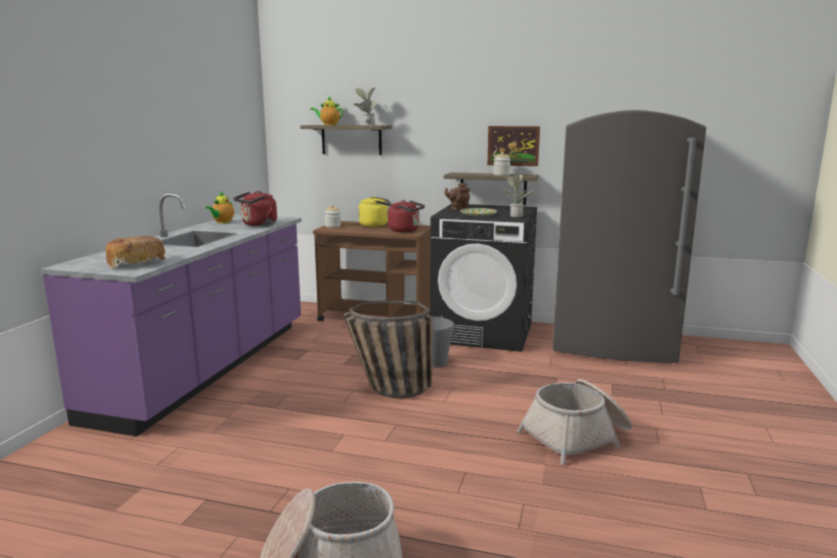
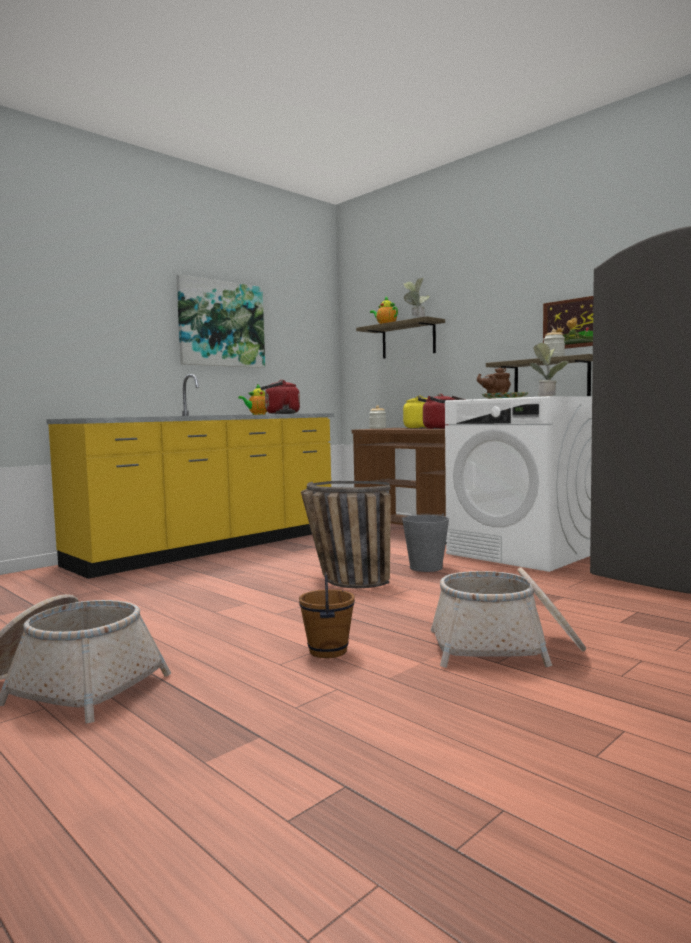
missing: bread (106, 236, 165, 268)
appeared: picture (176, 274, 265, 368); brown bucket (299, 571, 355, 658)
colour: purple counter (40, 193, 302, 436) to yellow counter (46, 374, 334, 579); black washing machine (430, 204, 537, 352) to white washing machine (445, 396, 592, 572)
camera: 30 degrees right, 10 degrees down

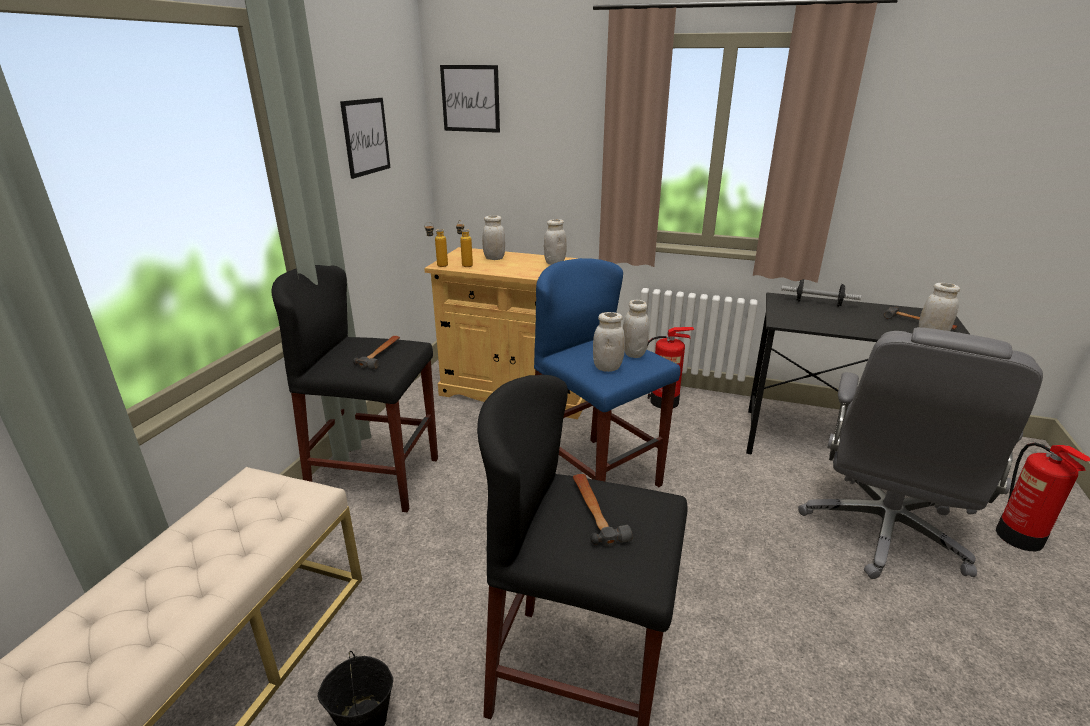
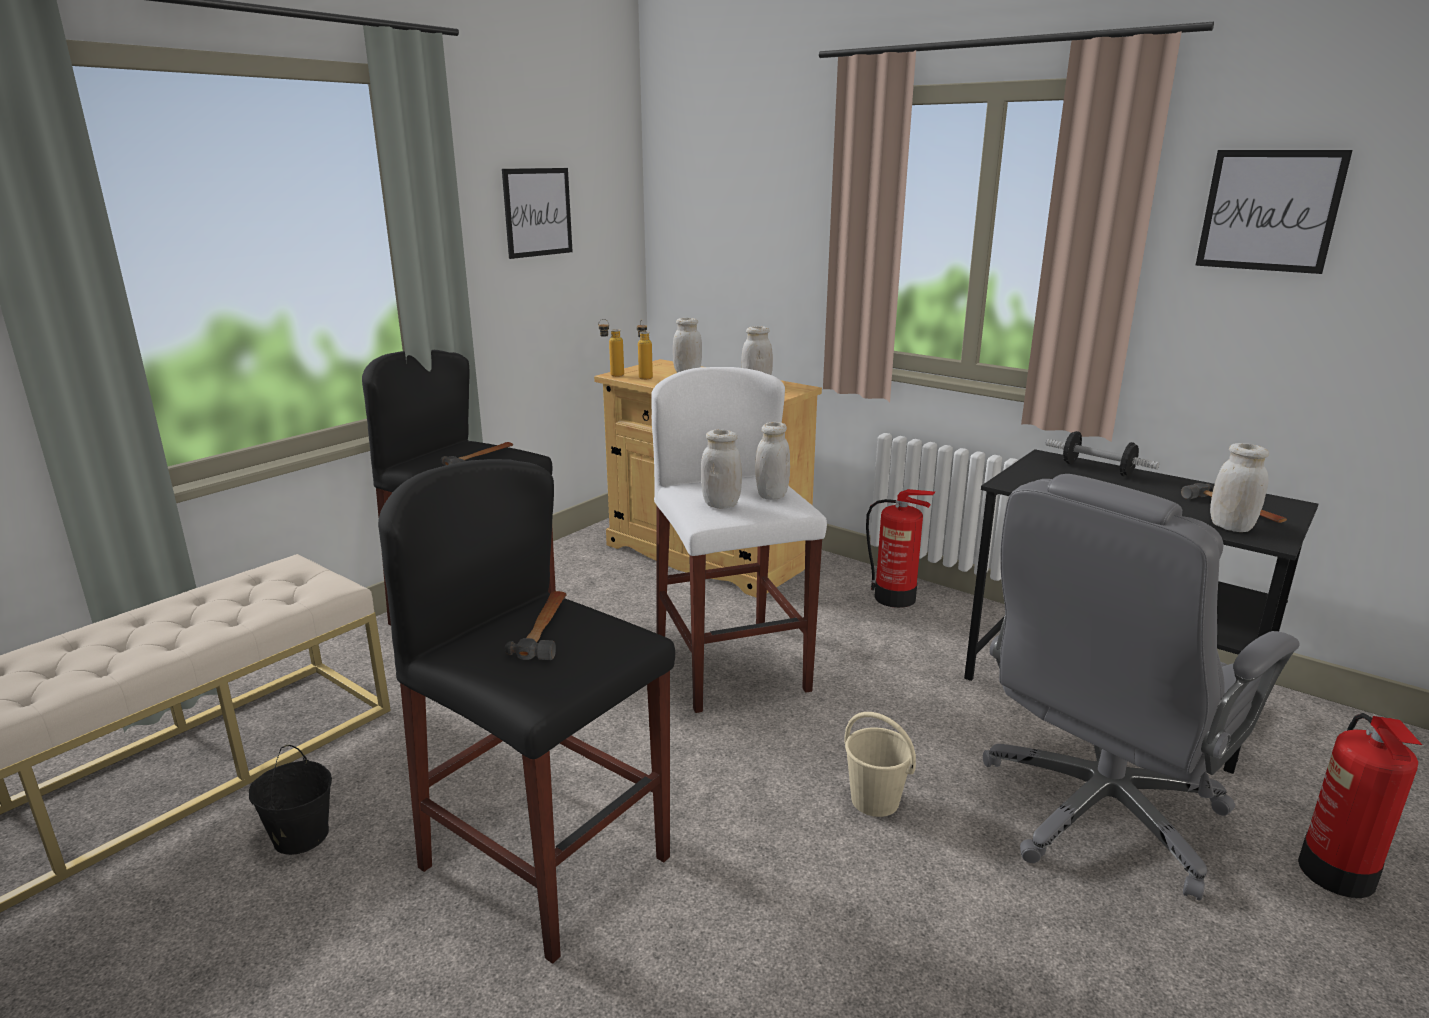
appeared: beige bucket (844, 712, 916, 817)
relocated: picture (440, 65, 500, 133) to (1195, 150, 1353, 274)
colour: blue stool (534, 258, 681, 487) to white stool (651, 367, 827, 713)
camera: 20 degrees right, 5 degrees down

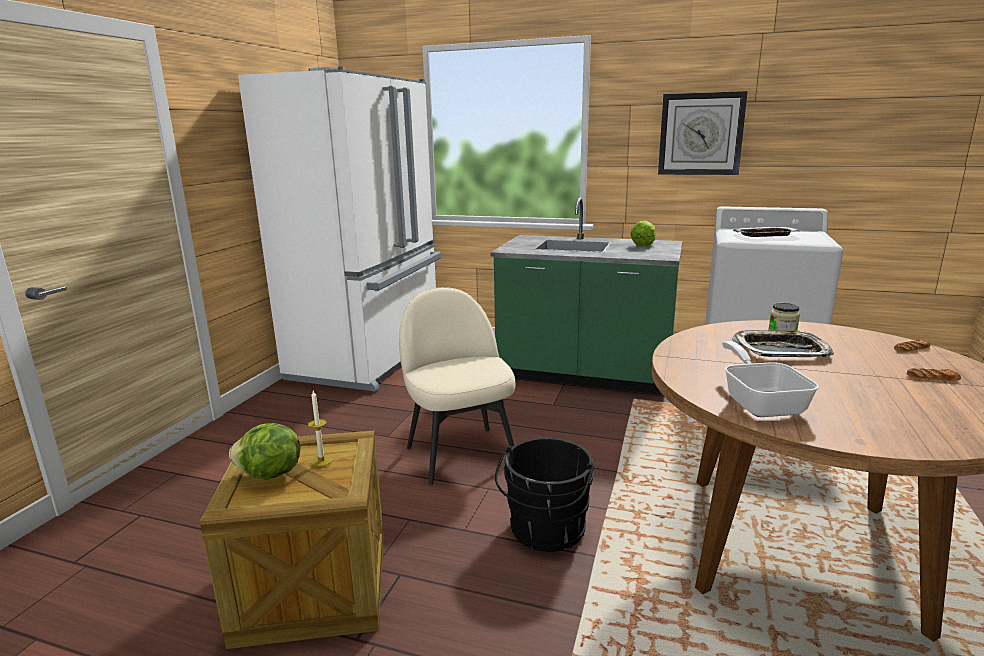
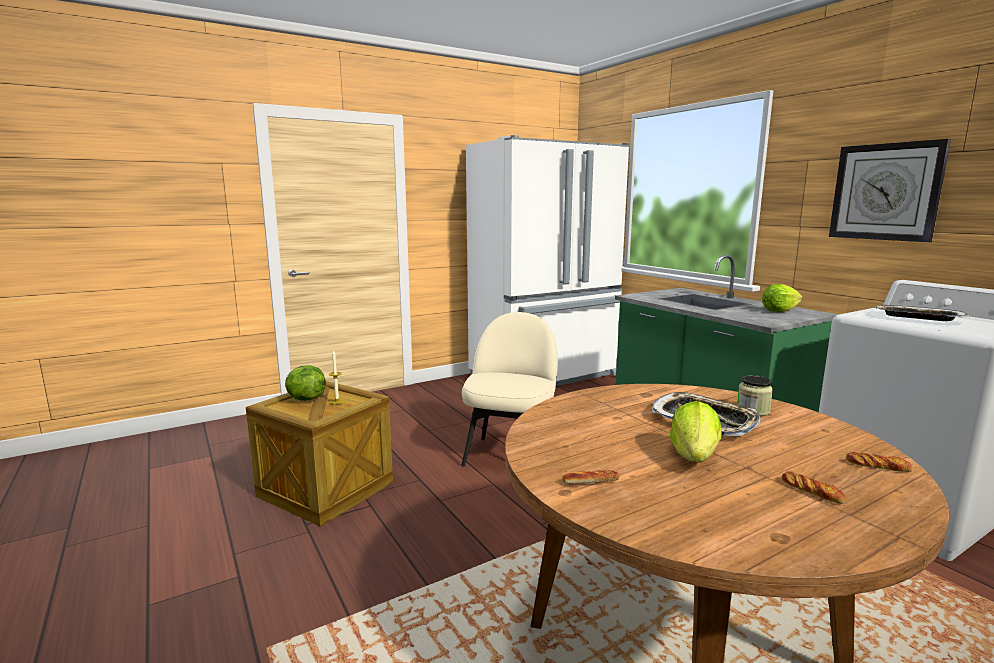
missing: frying pan (722, 341, 819, 417); black bucket (495, 437, 594, 552)
appeared: lettuce (670, 401, 722, 463); bread (562, 470, 619, 484)
camera: 40 degrees right, 5 degrees down

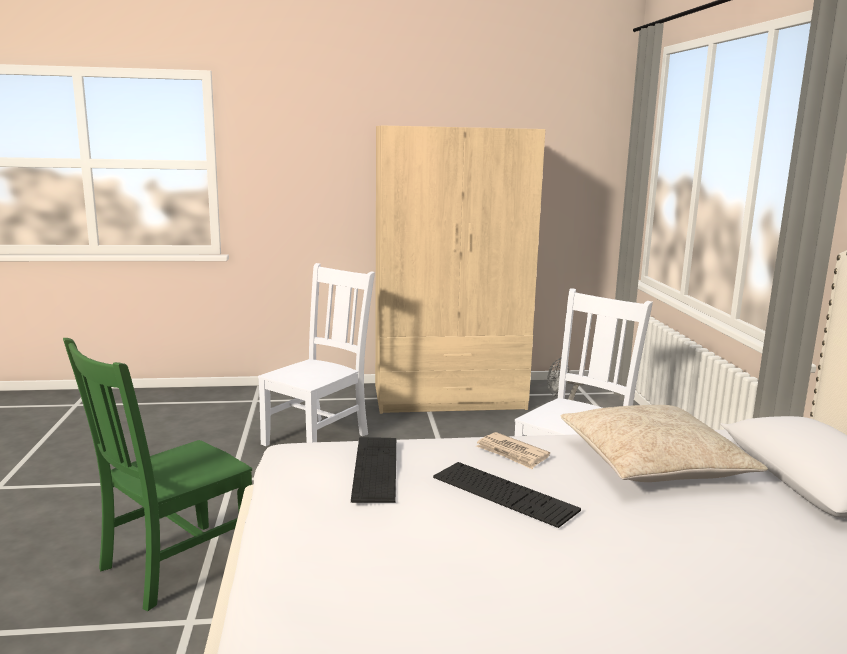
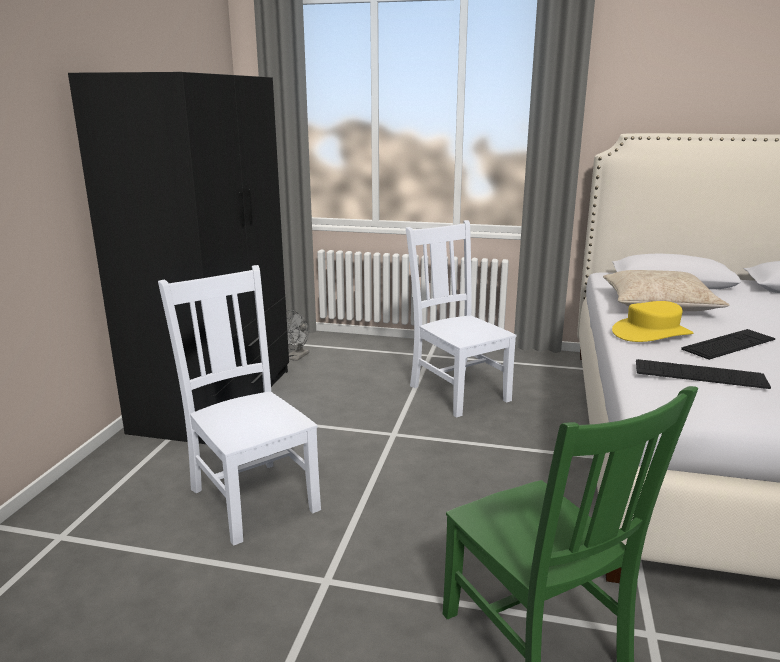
exchanged: newspaper (476, 432, 550, 469) to yellow hat (612, 301, 694, 342)
colour: beige wardrobe (375, 126, 545, 414) to black wardrobe (68, 72, 289, 444)
camera: 70 degrees left, 5 degrees up

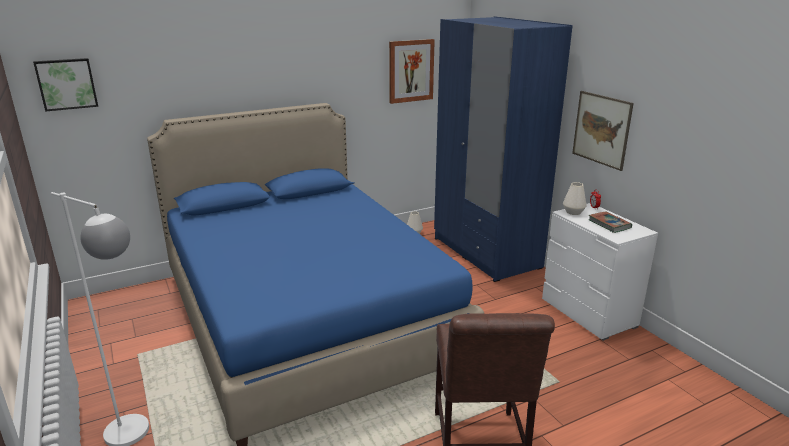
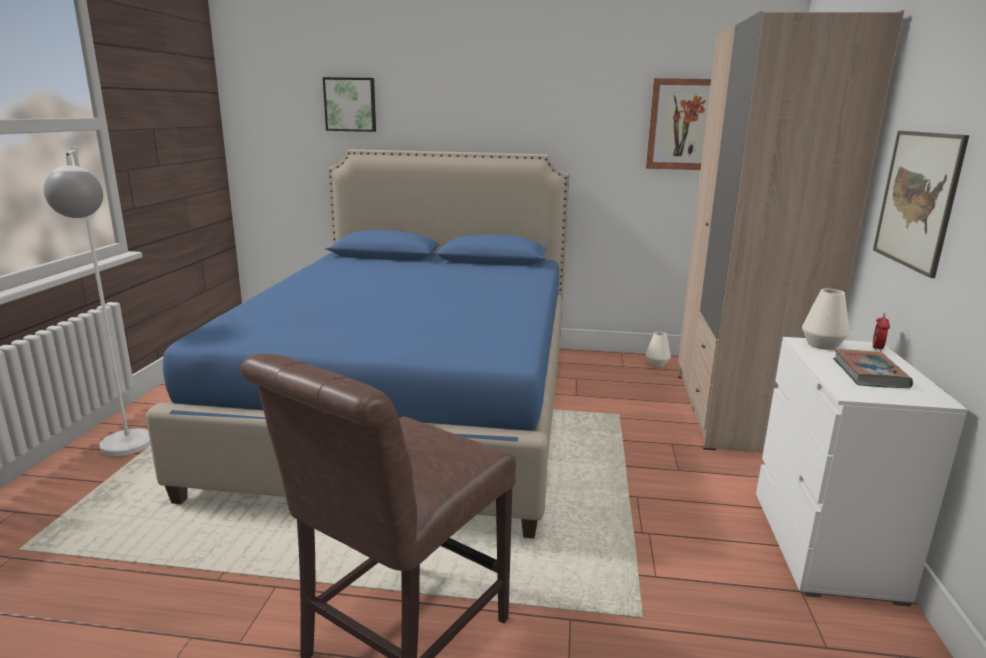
relocated: picture (33, 58, 98, 112) to (323, 77, 376, 132)
colour: blue wardrobe (434, 16, 573, 282) to beige wardrobe (678, 10, 904, 453)
camera: 35 degrees right, 5 degrees down

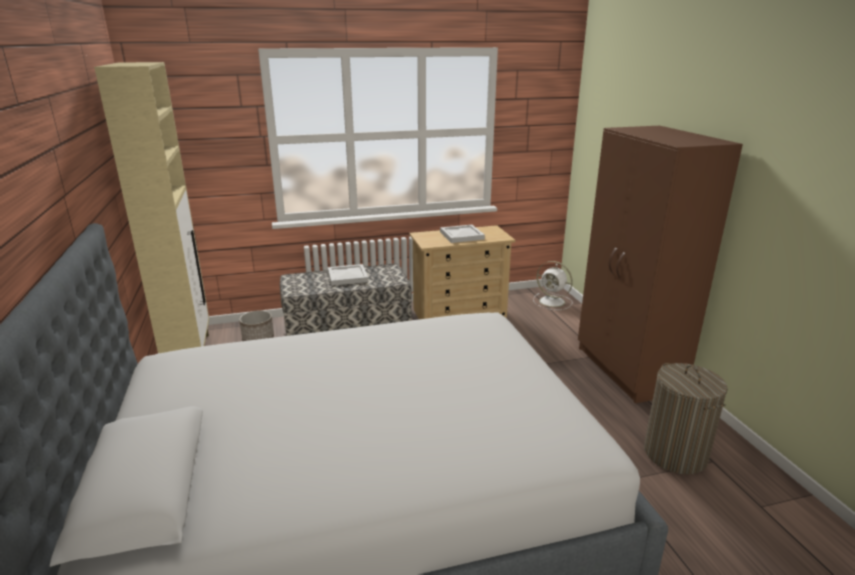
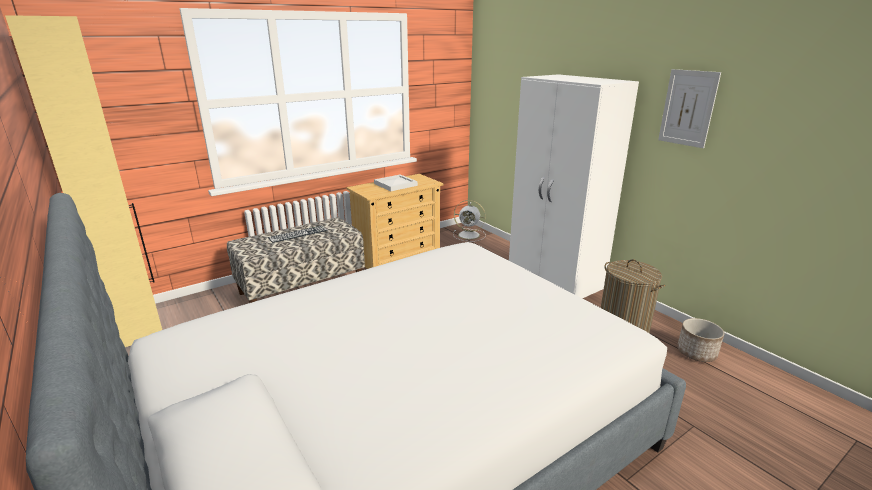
appeared: picture (658, 69, 721, 148)
relocated: planter (239, 310, 274, 341) to (677, 318, 724, 362)
exchanged: white tray (328, 264, 368, 286) to keyboard (268, 225, 328, 243)
colour: brown wardrobe (578, 126, 743, 403) to white wardrobe (509, 74, 639, 298)
camera: 20 degrees left, 0 degrees up

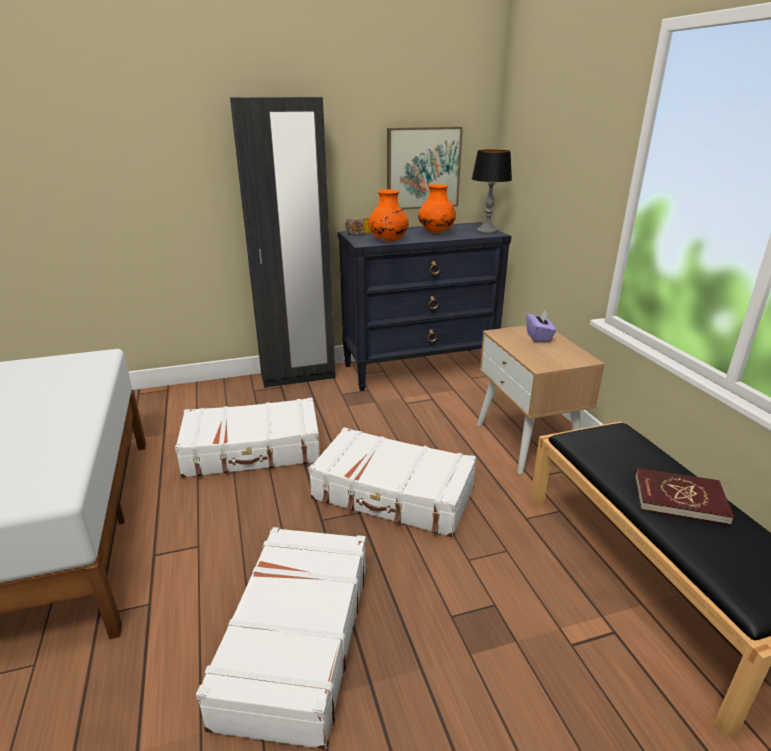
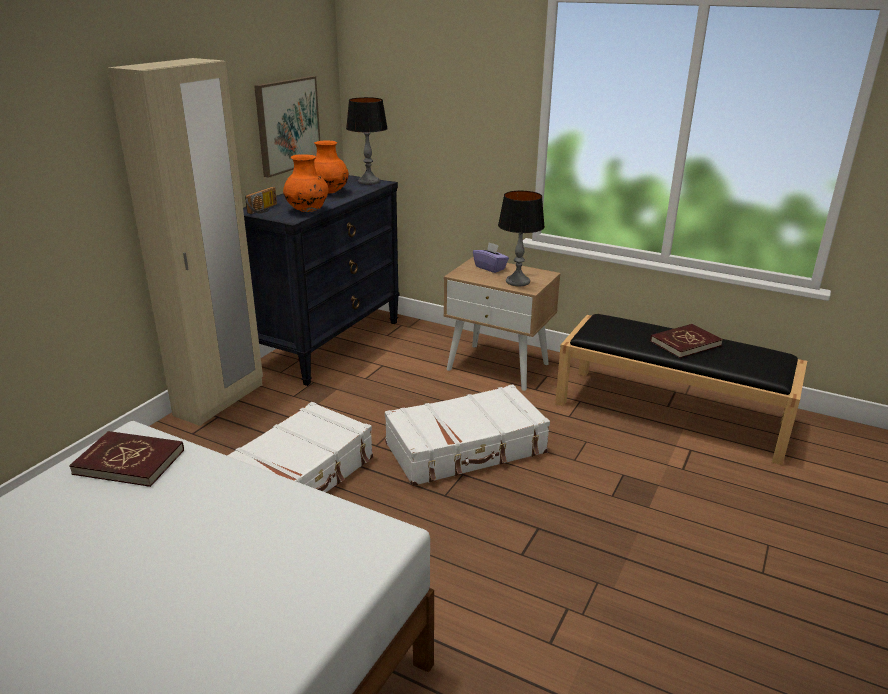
missing: white suitcase (196, 527, 366, 750)
appeared: table lamp (498, 191, 545, 286); red book (69, 431, 184, 487)
colour: black wardrobe (230, 97, 336, 388) to beige wardrobe (107, 58, 263, 426)
camera: 45 degrees left, 0 degrees up

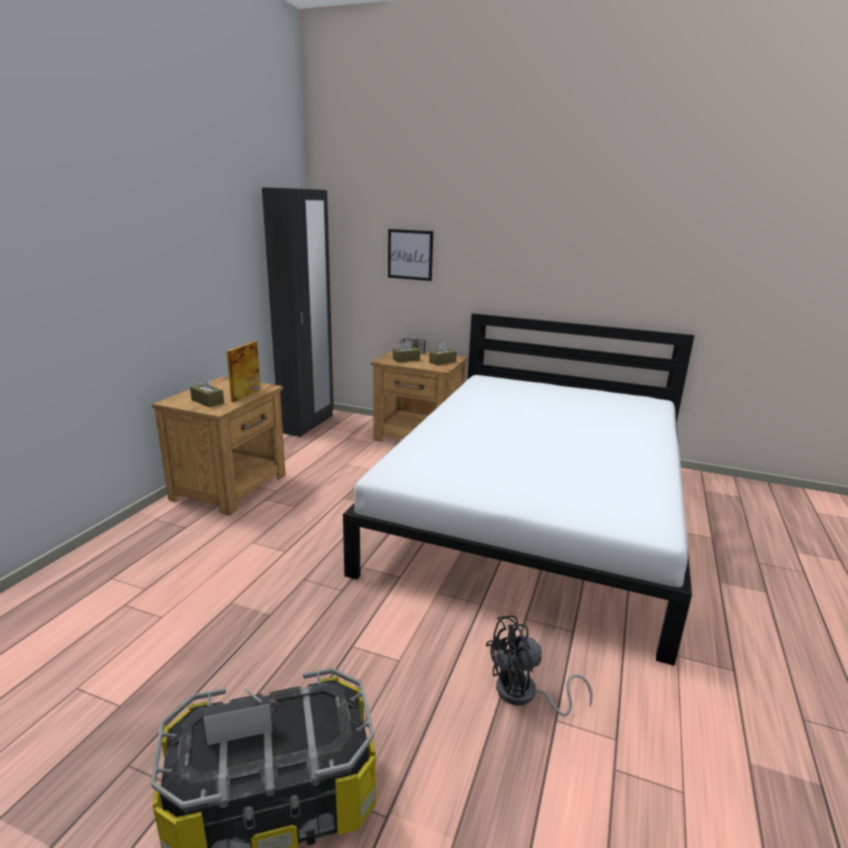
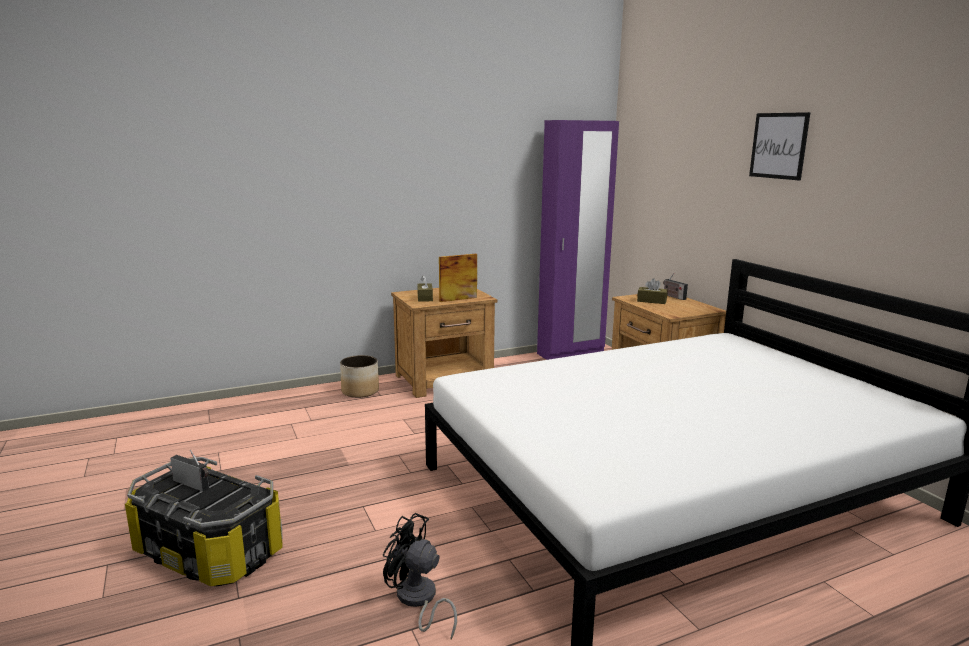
missing: brown tissue box (429, 342, 457, 365)
appeared: planter (340, 355, 379, 398)
relocated: picture (388, 229, 433, 281) to (749, 112, 810, 181)
colour: black wardrobe (262, 187, 334, 437) to purple wardrobe (537, 120, 619, 360)
camera: 45 degrees right, 5 degrees down

